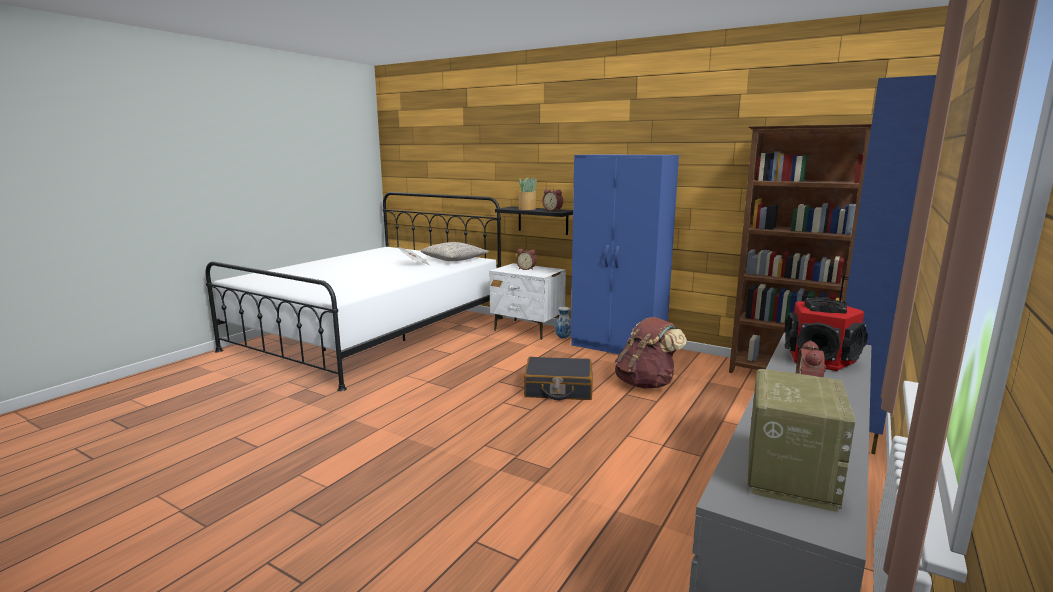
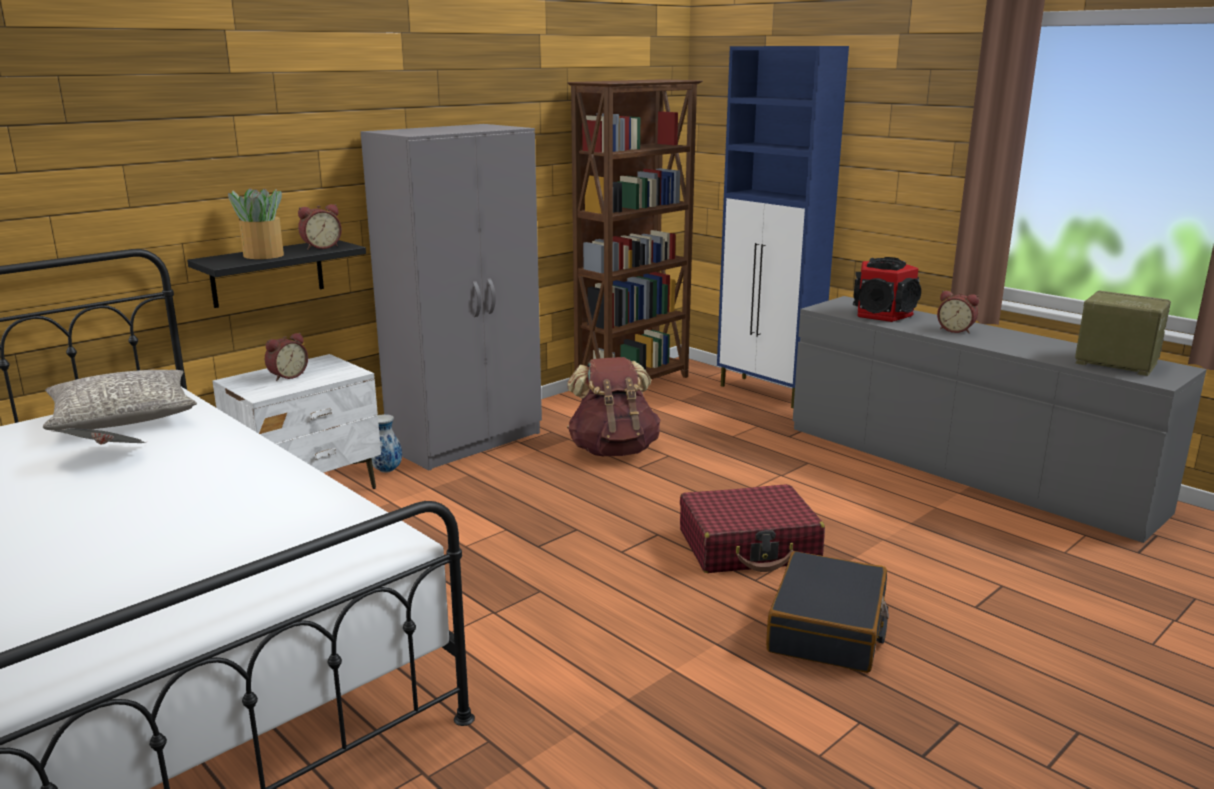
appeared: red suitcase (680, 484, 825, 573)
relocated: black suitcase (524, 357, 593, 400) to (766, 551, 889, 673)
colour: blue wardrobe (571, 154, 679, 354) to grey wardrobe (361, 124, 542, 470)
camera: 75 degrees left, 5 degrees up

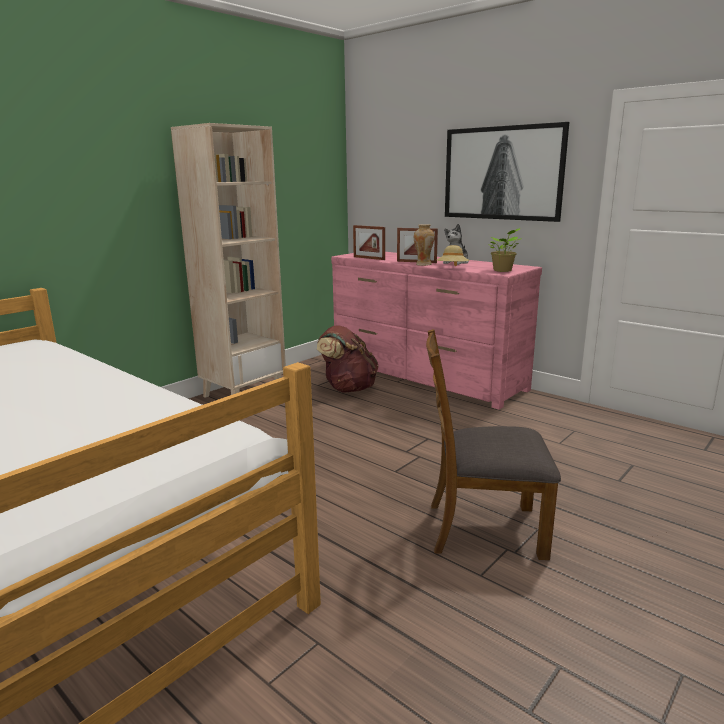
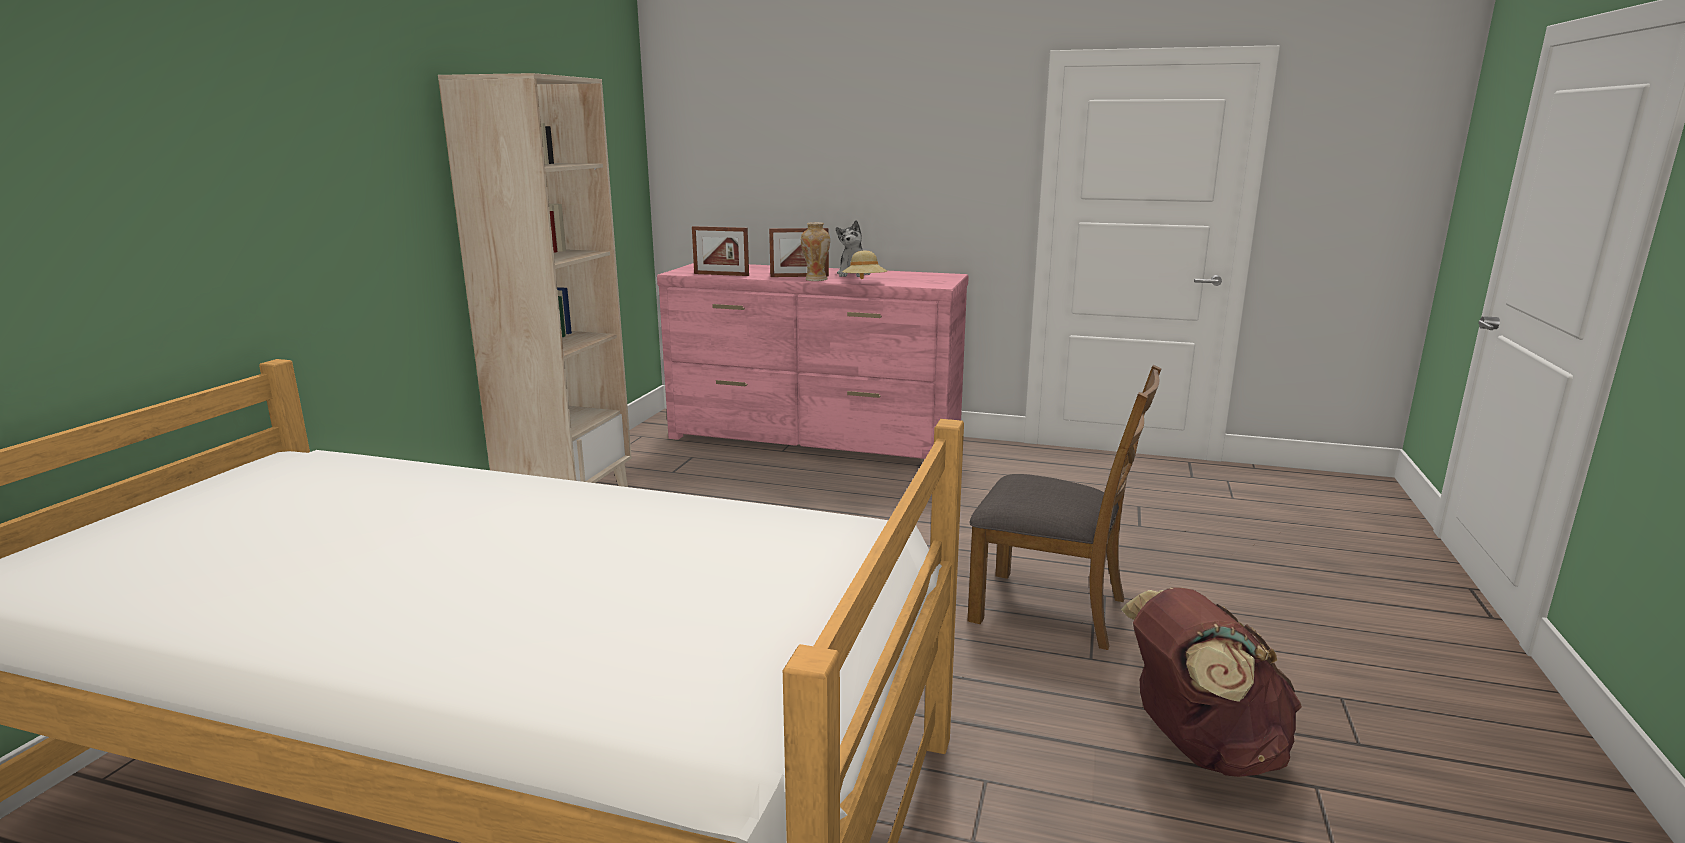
missing: picture (445, 122, 569, 222); potted plant (487, 228, 522, 272)
relocated: brown backpack (317, 326, 378, 392) to (1121, 587, 1302, 777)
spun: brown chair (426, 329, 561, 560) = (968, 365, 1162, 650) 135 degrees counterclockwise
camera: 25 degrees left, 0 degrees up

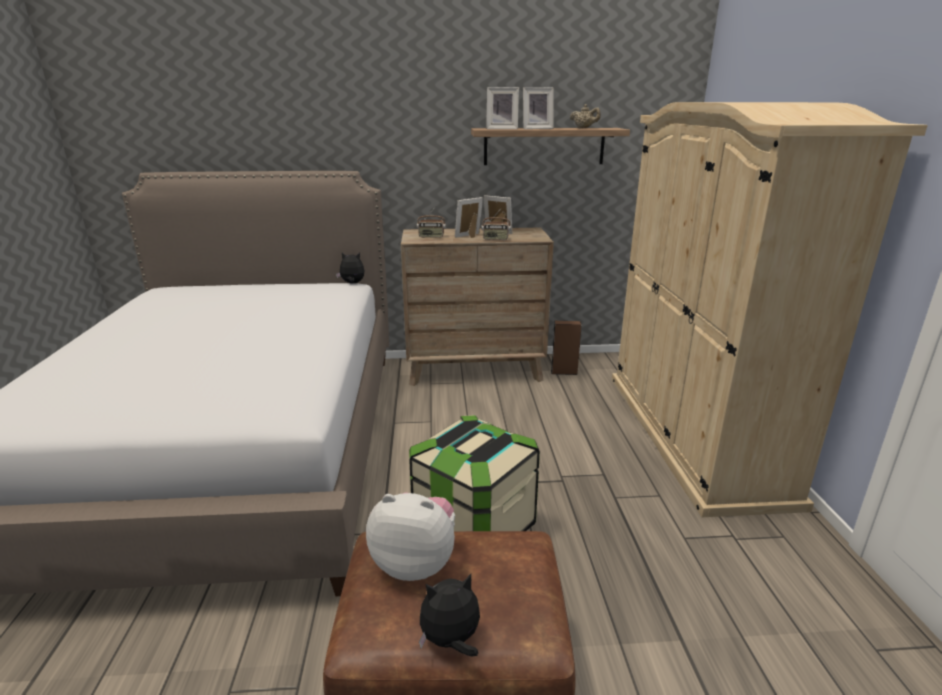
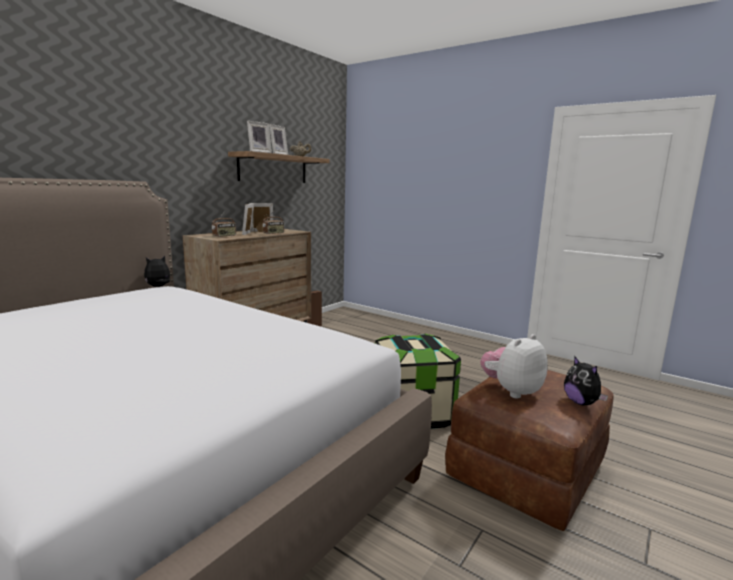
missing: beige wardrobe (612, 102, 928, 517)
spun: plush toy (419, 574, 480, 656) = (564, 356, 608, 406) 45 degrees counterclockwise
camera: 50 degrees left, 10 degrees down

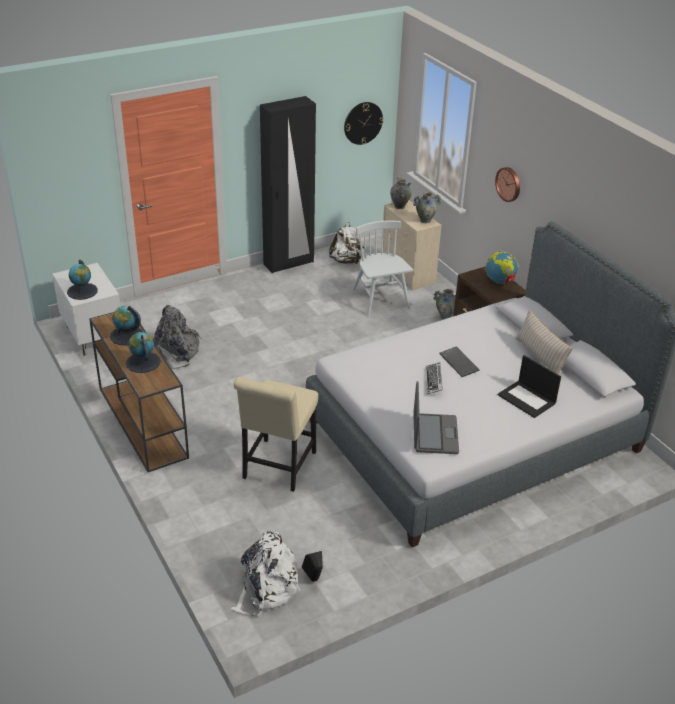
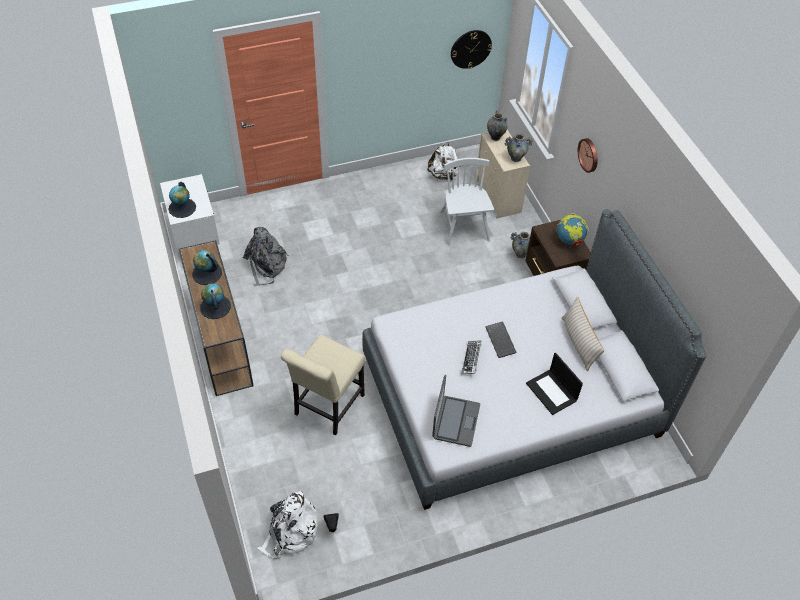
missing: black wardrobe (260, 96, 316, 273)
camera: 10 degrees right, 15 degrees up

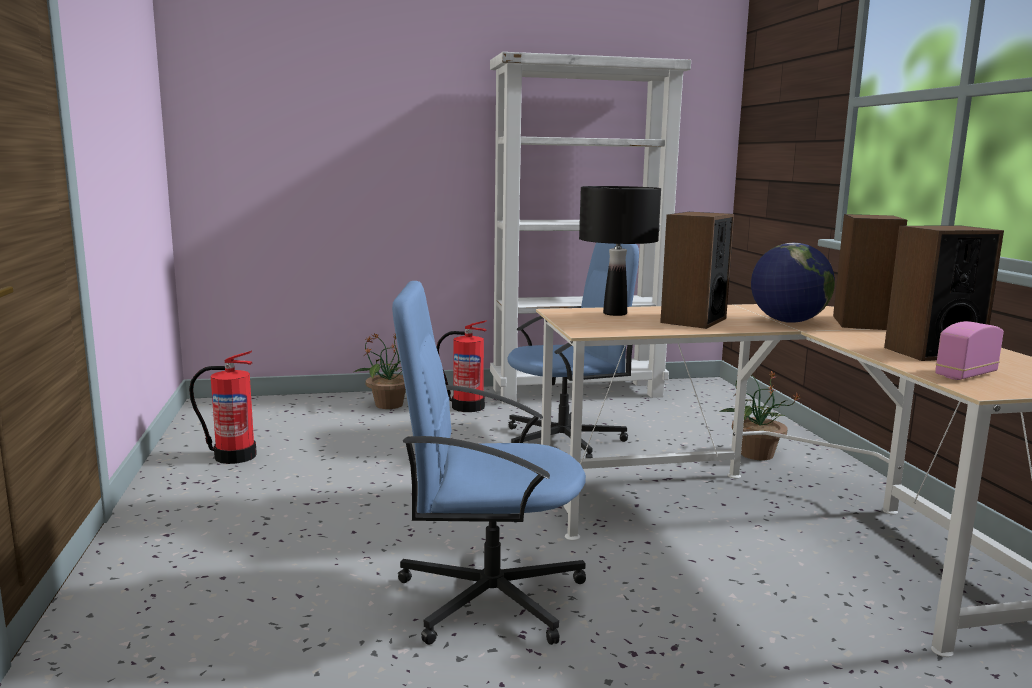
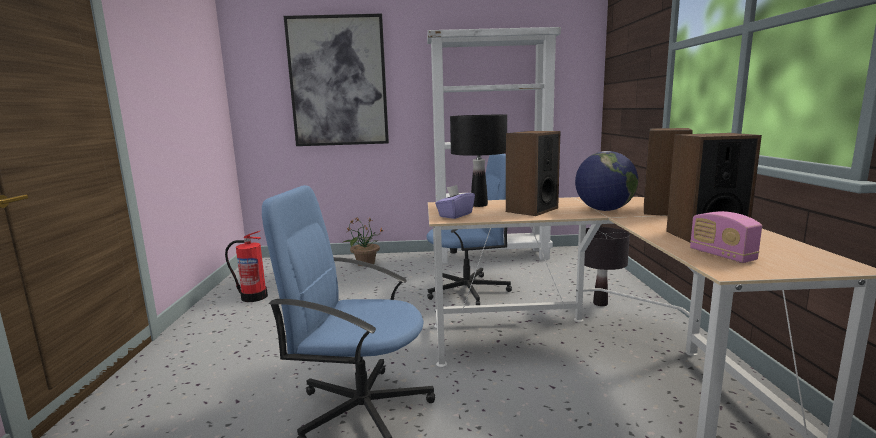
missing: fire extinguisher (436, 320, 487, 412)
appeared: picture (284, 14, 389, 146); purple tissue box (435, 185, 475, 219)
exchanged: potted plant (719, 371, 801, 461) to black table lamp (584, 227, 630, 306)
spun: radio (935, 321, 1004, 380) = (690, 211, 762, 263) 90 degrees counterclockwise
camera: 10 degrees right, 0 degrees up

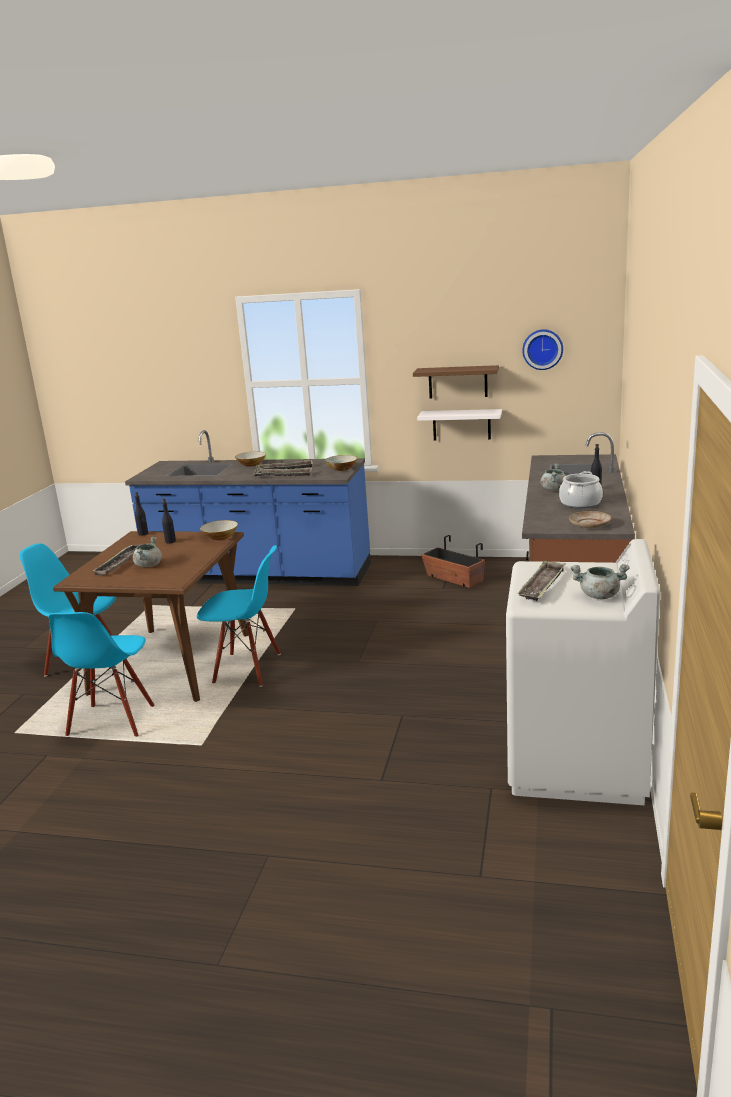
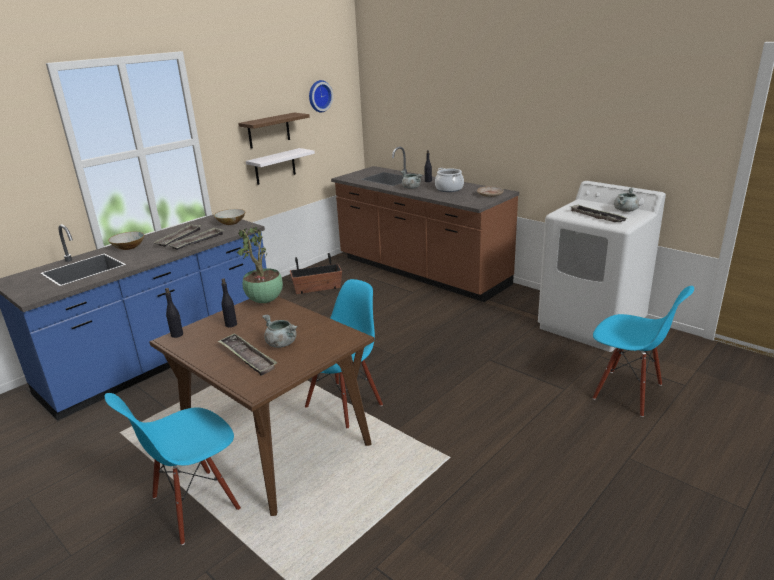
relocated: blue chair (48, 612, 155, 737) to (592, 286, 694, 417)
exchanged: bowl (200, 520, 238, 540) to potted plant (237, 225, 283, 303)
camera: 60 degrees left, 5 degrees up

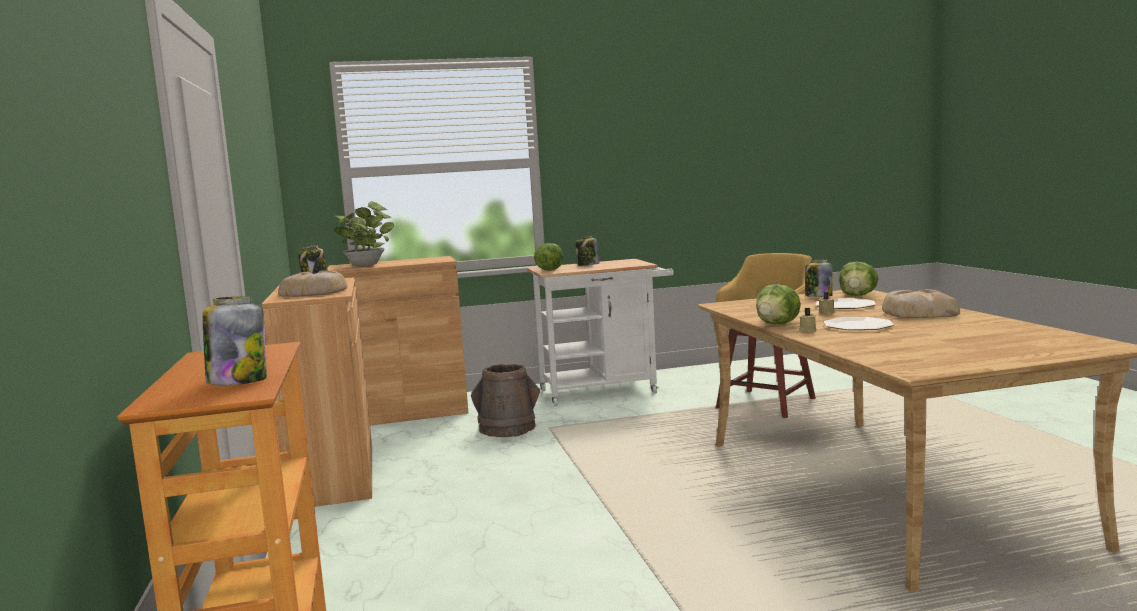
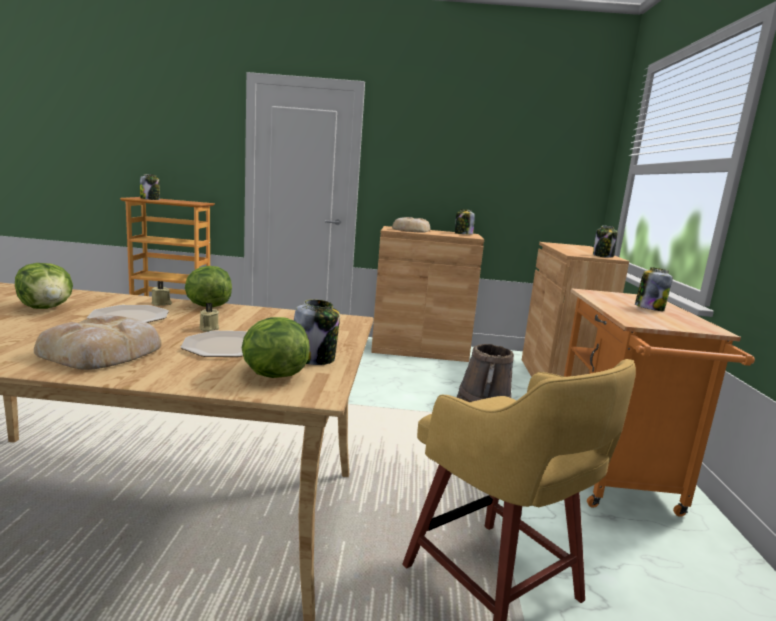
missing: potted plant (334, 201, 394, 267)
appeared: jar (593, 226, 618, 258)
relocated: lettuce (534, 243, 563, 271) to (15, 263, 73, 309)
colour: white cart (527, 259, 674, 406) to orange cart (564, 288, 755, 517)
camera: 105 degrees right, 5 degrees up

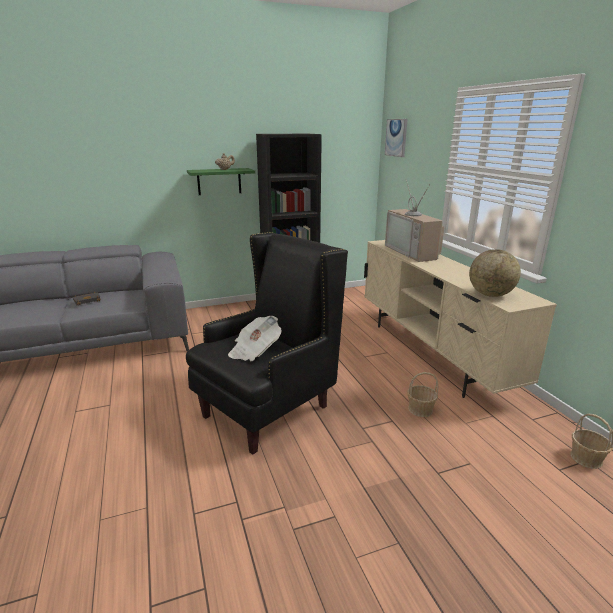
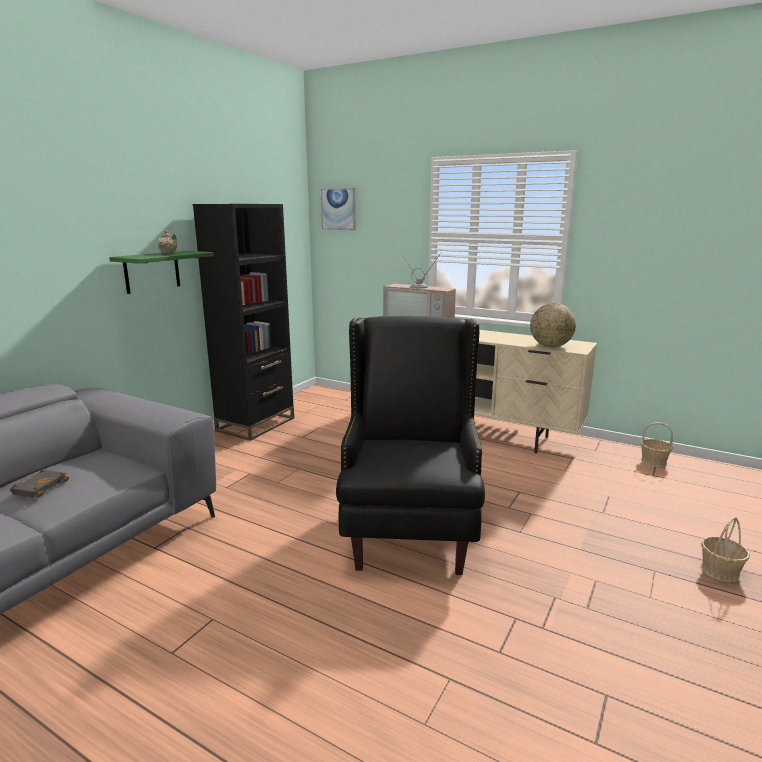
missing: newspaper (228, 316, 282, 362)
relocated: basket (407, 372, 438, 417) to (701, 516, 750, 582)
camera: 40 degrees left, 5 degrees down

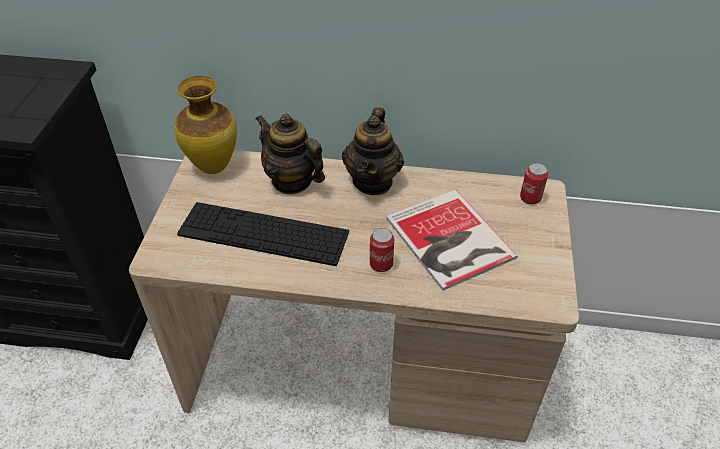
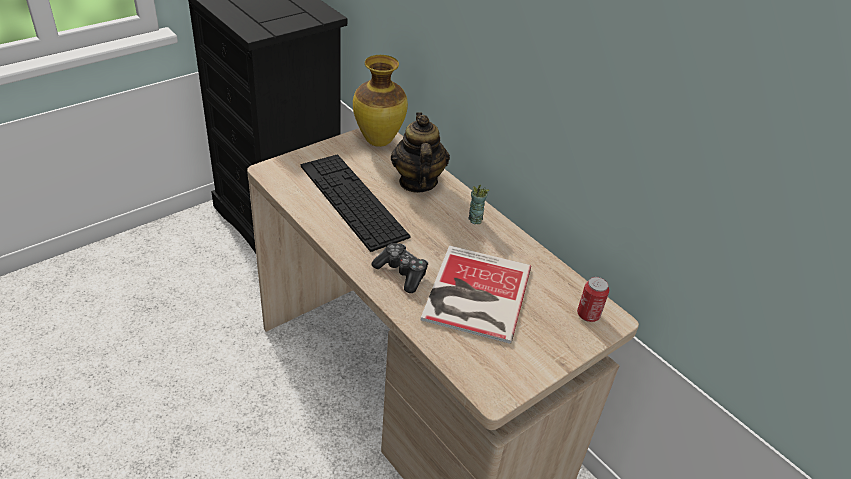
exchanged: teapot (342, 107, 404, 195) to cup (469, 184, 490, 224); can (370, 228, 394, 272) to game controller (371, 243, 428, 293)
camera: 40 degrees right, 5 degrees down

